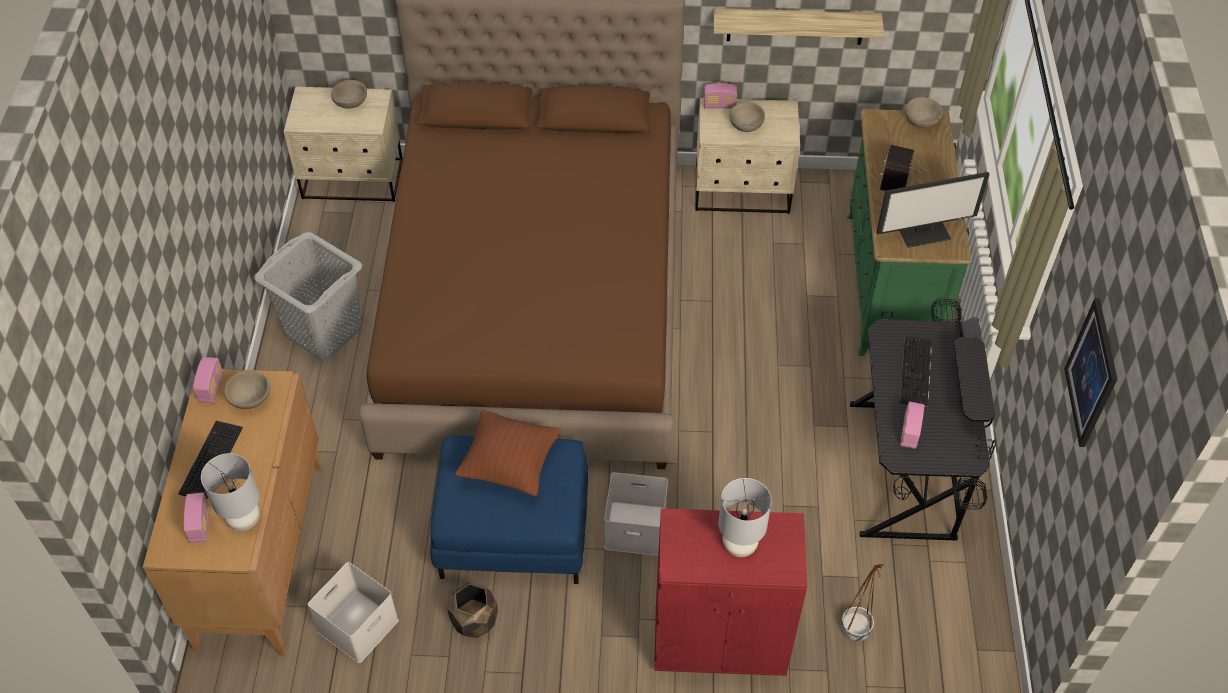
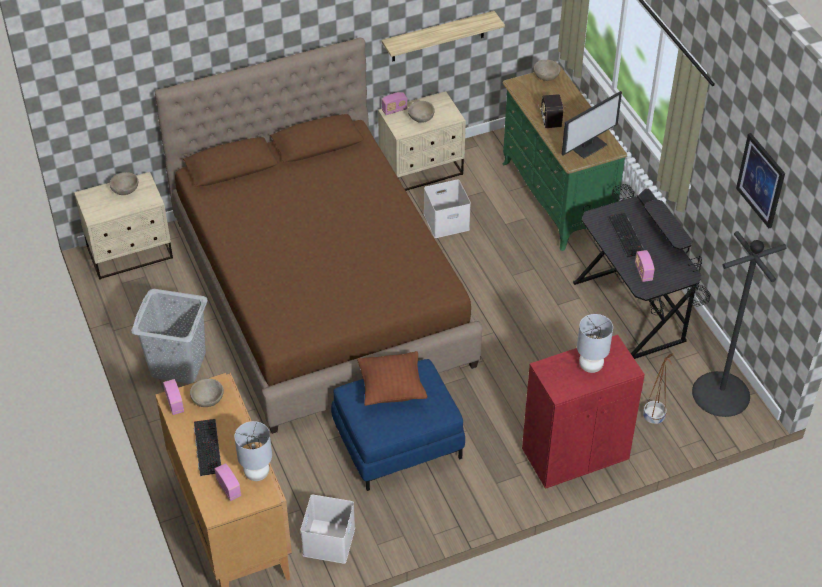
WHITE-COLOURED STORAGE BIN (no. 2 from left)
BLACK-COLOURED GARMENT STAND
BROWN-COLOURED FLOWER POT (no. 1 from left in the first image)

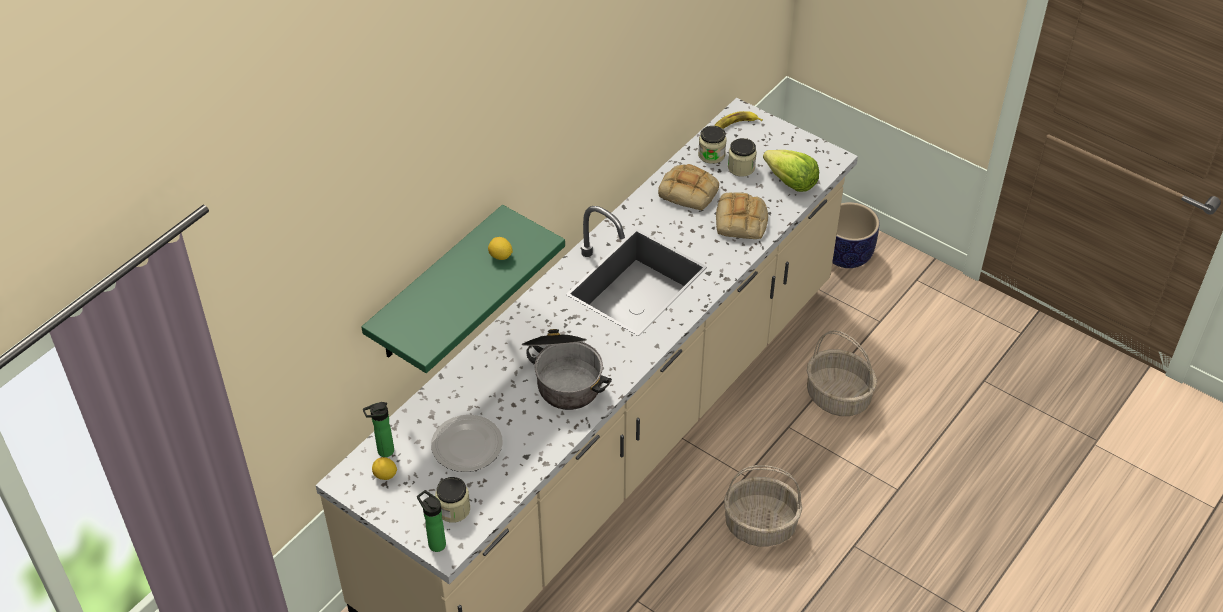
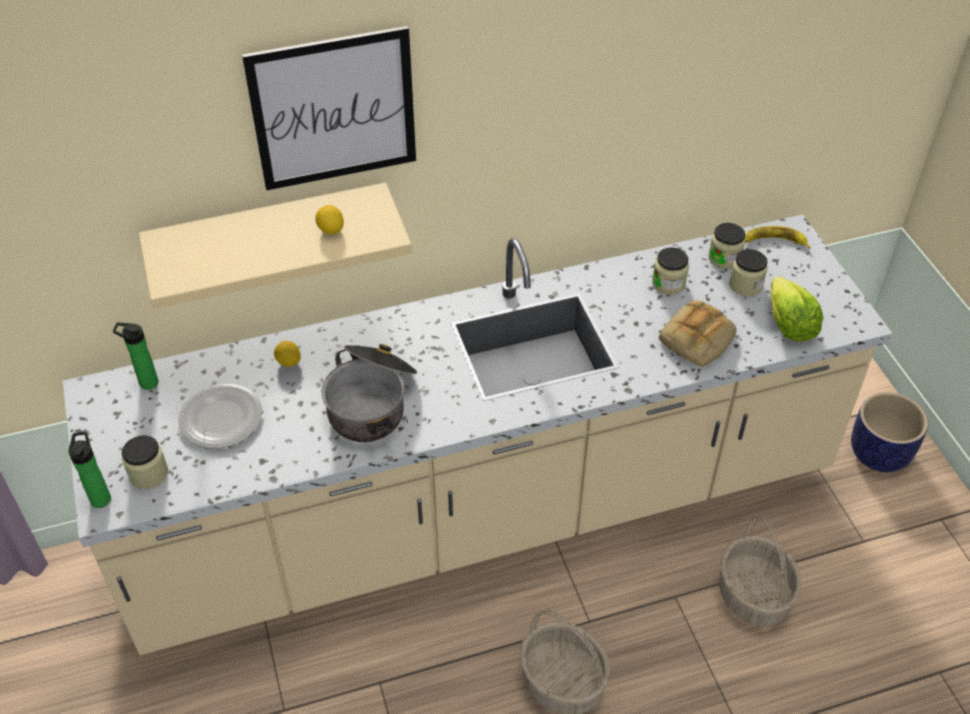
BEIGE-COLOURED WALL SHELF
WALL ART
LEMON (no. 1 from left)
STORAGE JAR (no. 2 from left)

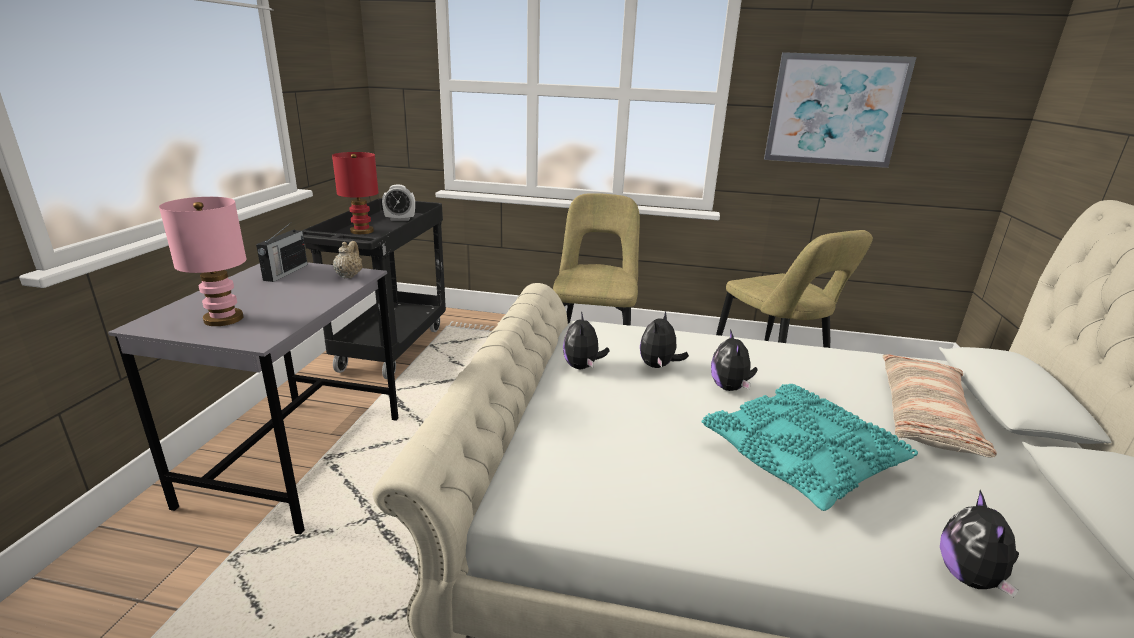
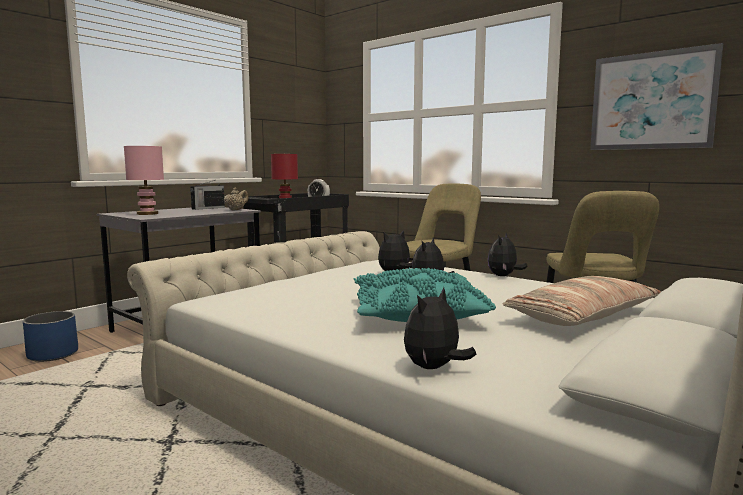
BLUE-COLOURED FLOWER POT
SOFT TOY (no. 4 from left)

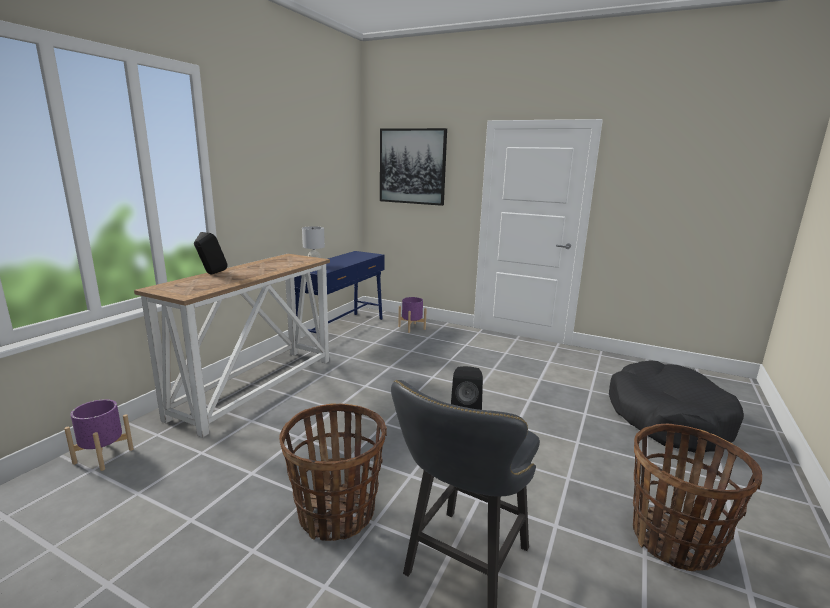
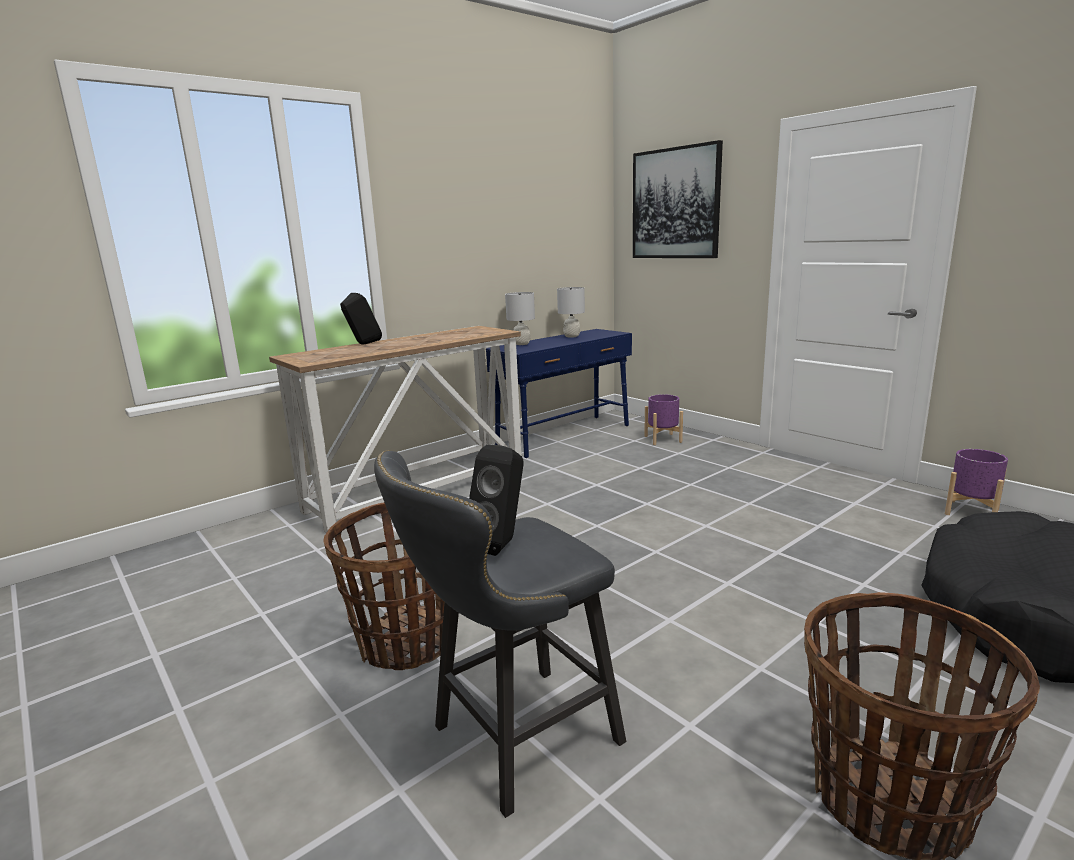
GREYISH TABLETOP LAMP (no. 2 from left)
PURPLISH FLOWER POT (no. 2 from left)

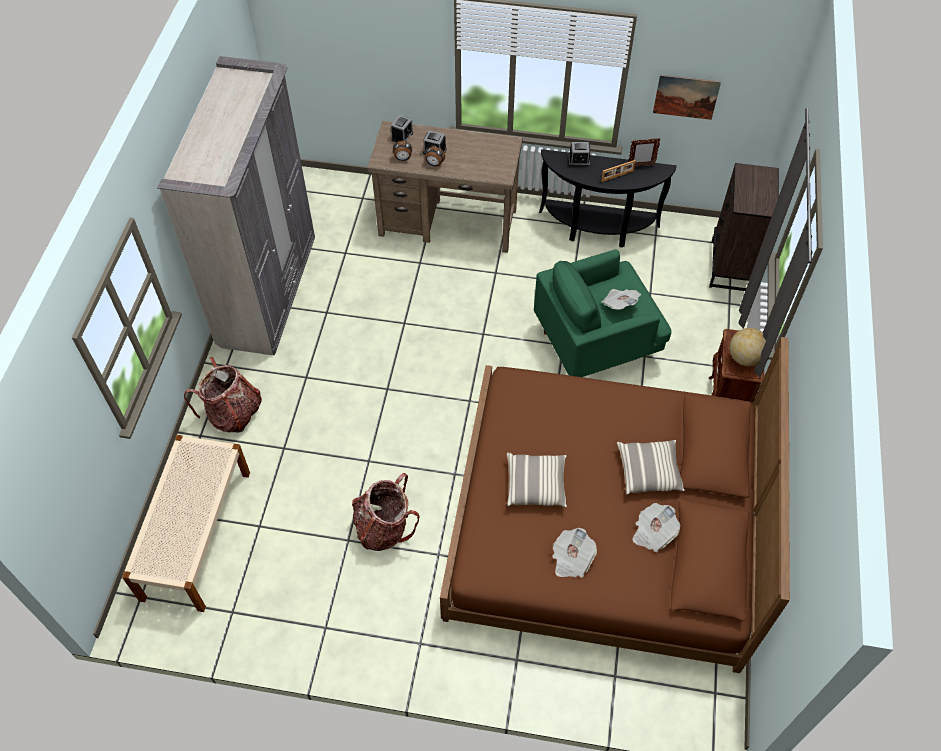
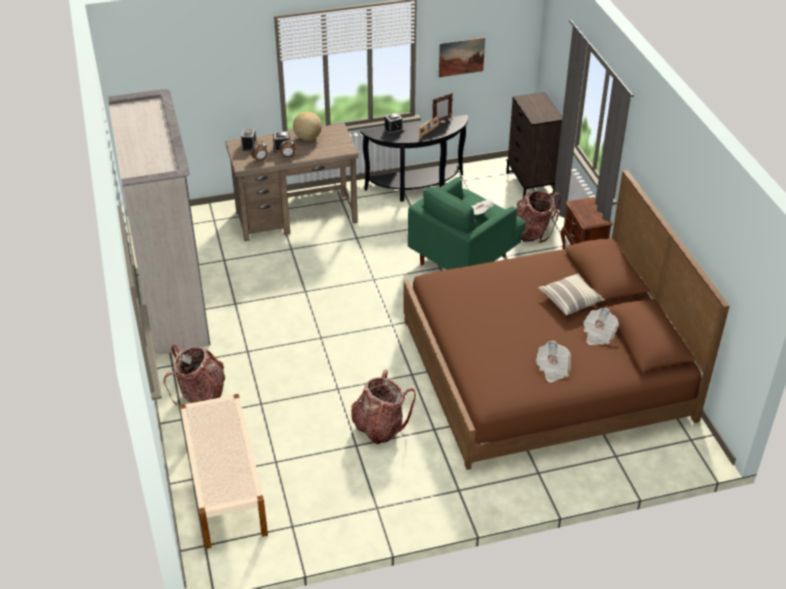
GLOBE
RUCKSACK (no. 3 from left)
THROW PILLOW (no. 1 from left in the first image)

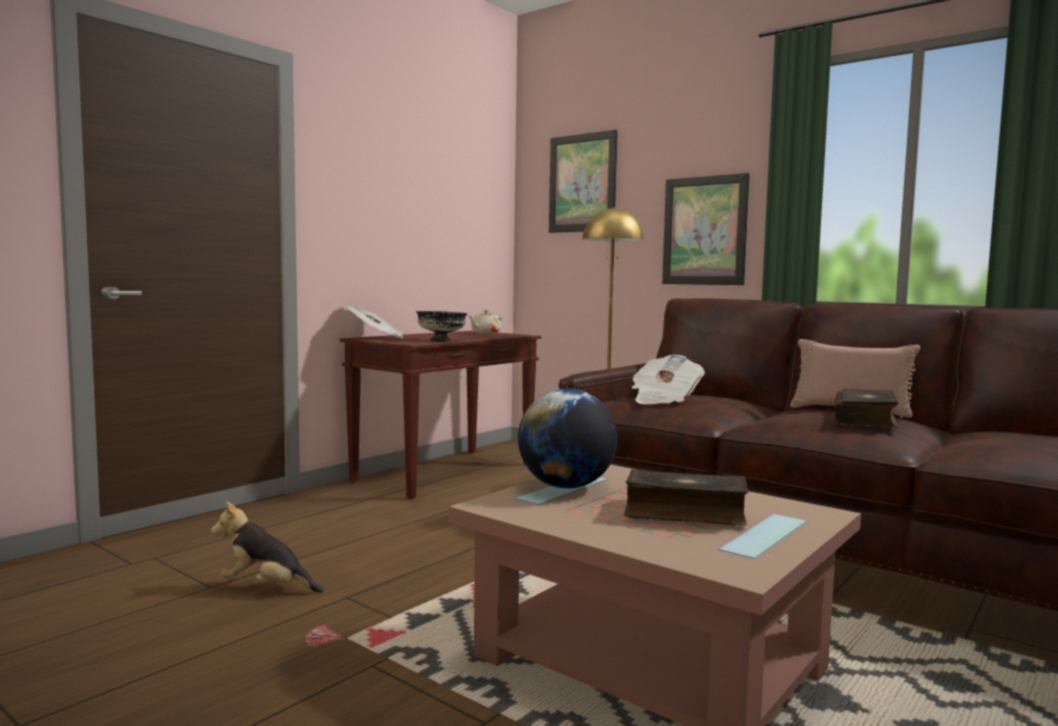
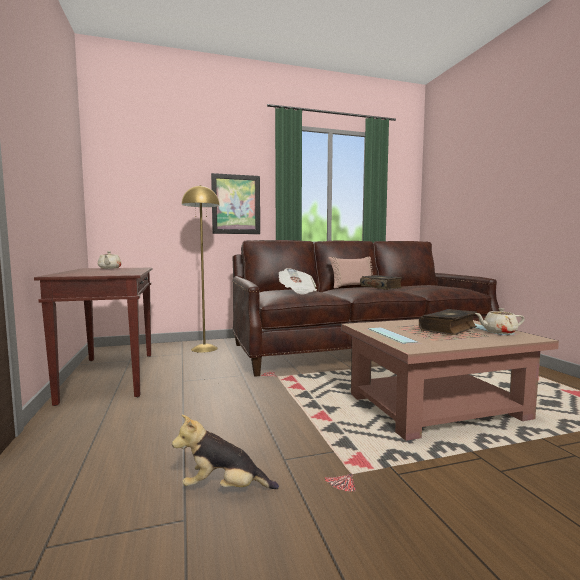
SOFT TOY
BEIGE-COLOURED POT FOR TEA (no. 2 from left)
NEWSPAPER (no. 1 from left in the first image)
BLACK-COLOURED DEEP DISH
GLOBE
WALL ART (no. 1 from left in the first image)

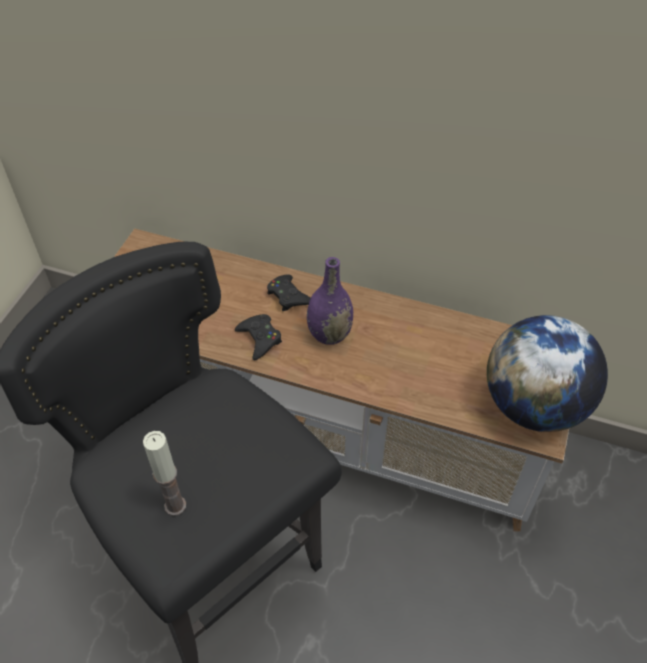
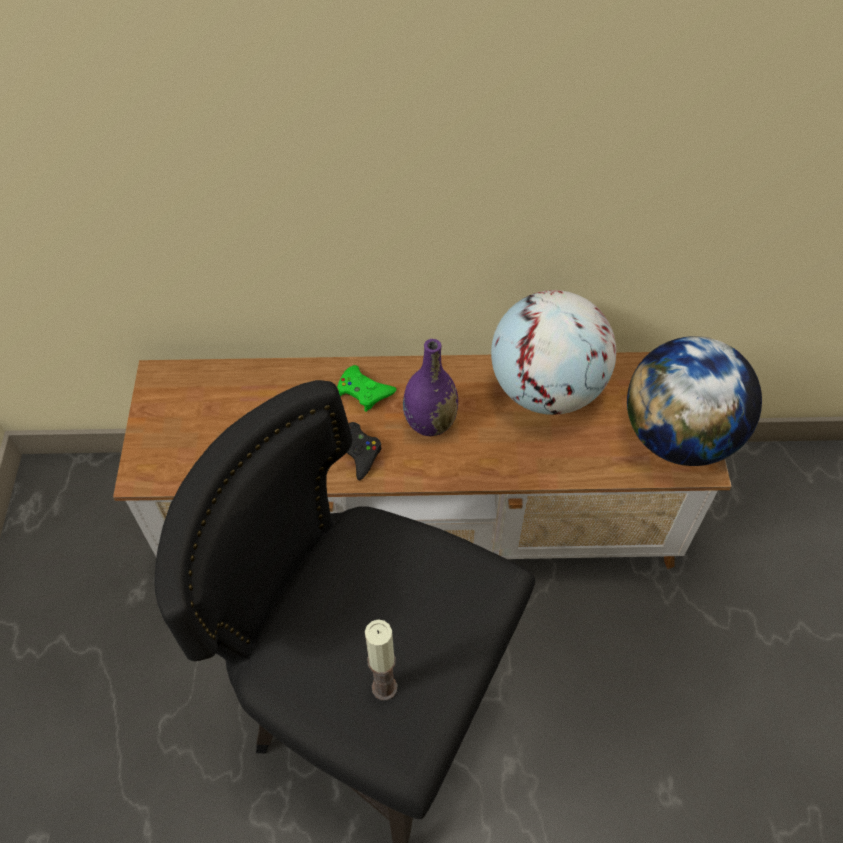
GREENISH GAME CONTROLLER
GLOBE (no. 1 from left)

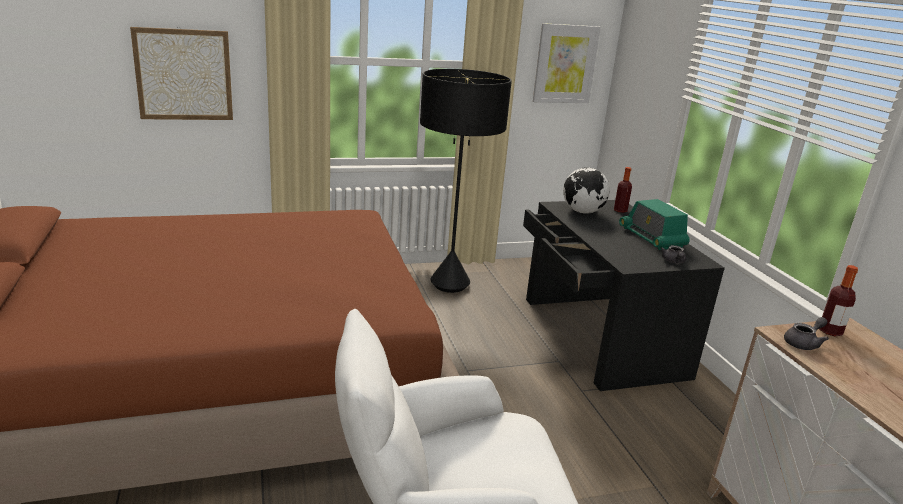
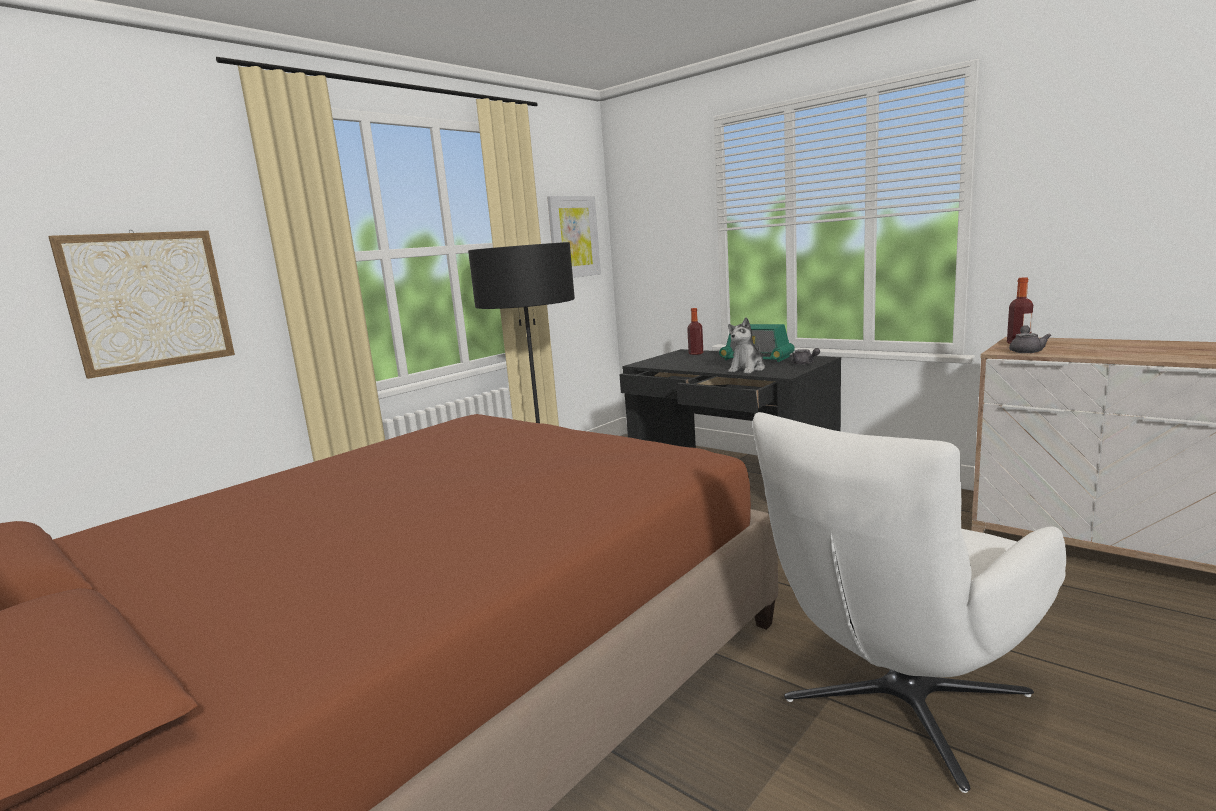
SOFT TOY
GLOBE

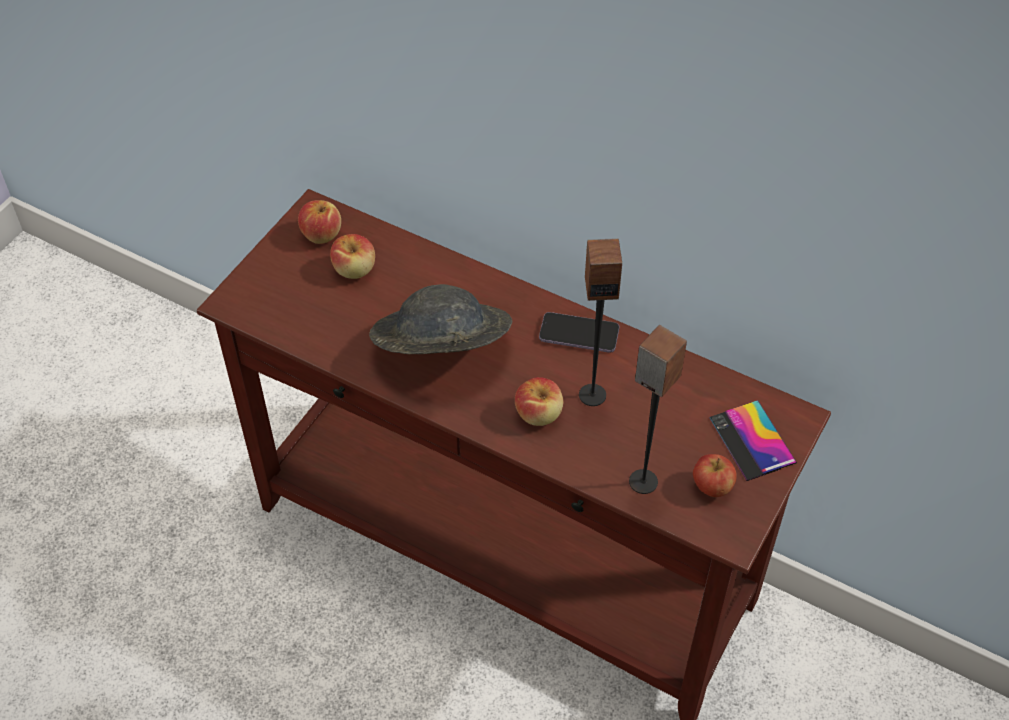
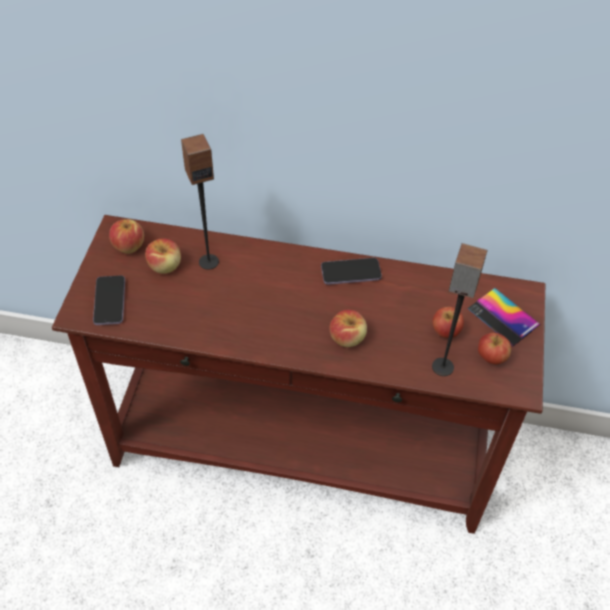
TELEPHONE (no. 1 from left)
AUDIO SPEAKER (no. 1 from left)
APPLE FRUIT (no. 4 from left)
GREYISH WEARABLE HAT

